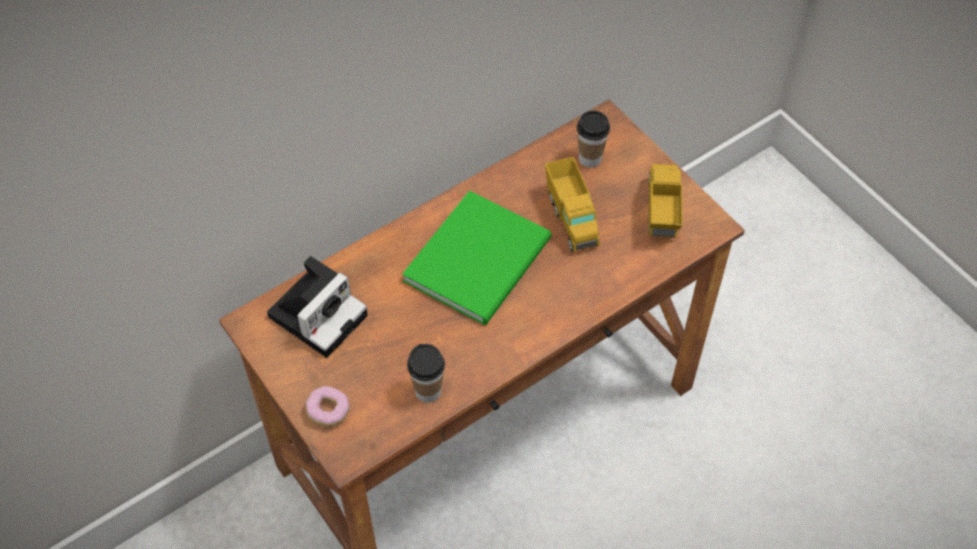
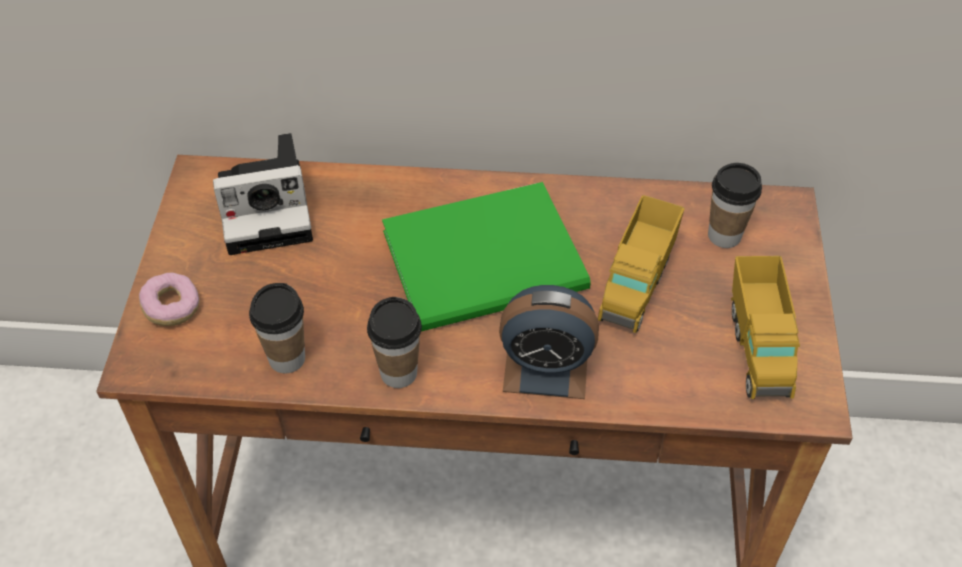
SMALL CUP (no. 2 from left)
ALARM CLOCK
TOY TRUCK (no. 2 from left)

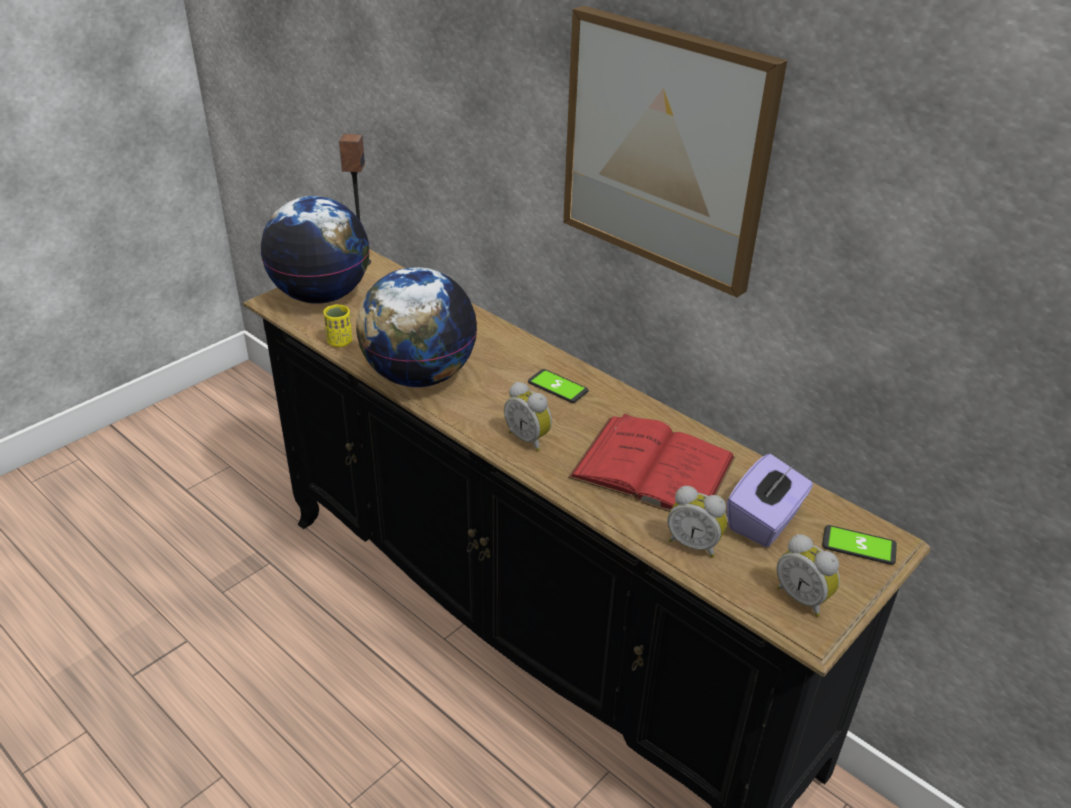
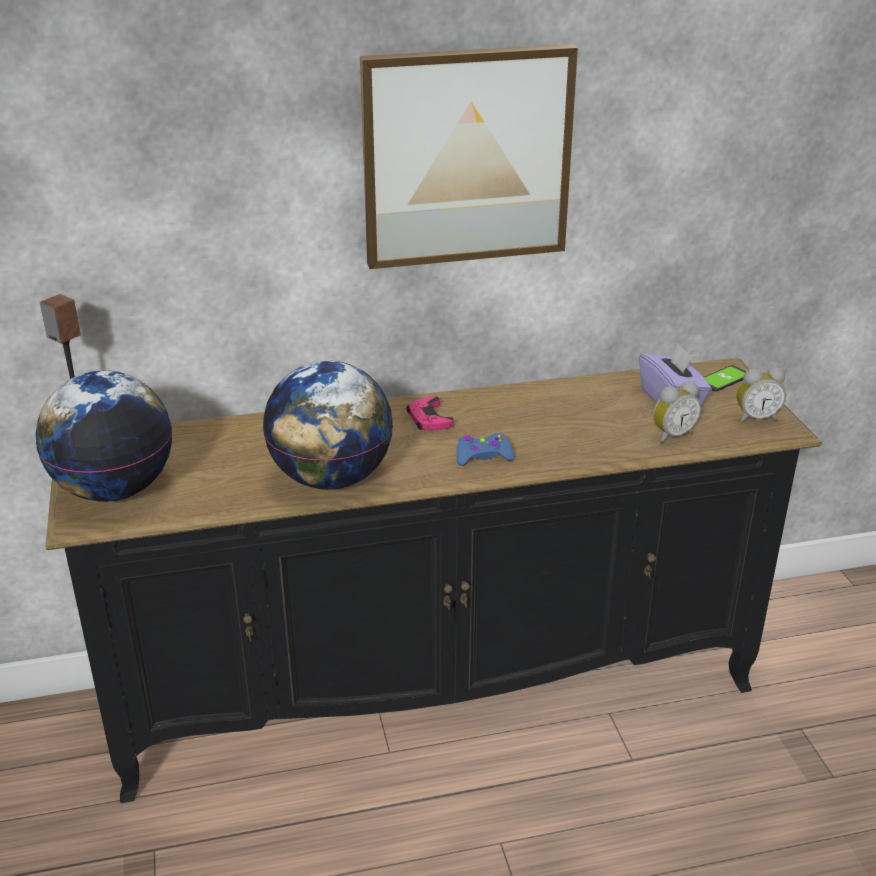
PINK GAME CONTROLLER
BLUE-COLOURED GAME CONTROLLER
YELLOW-COLOURED SMALL CUP
RED-COLOURED VOLUME

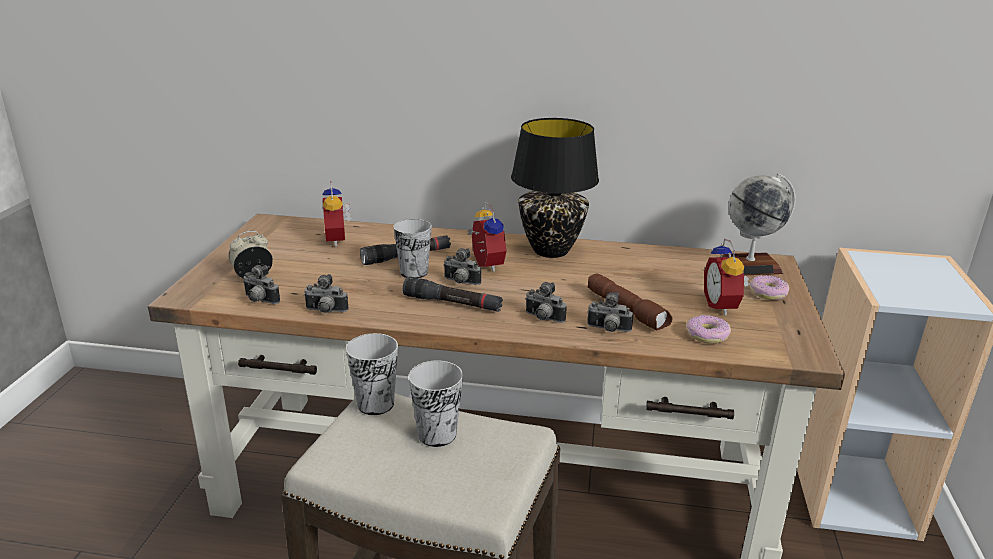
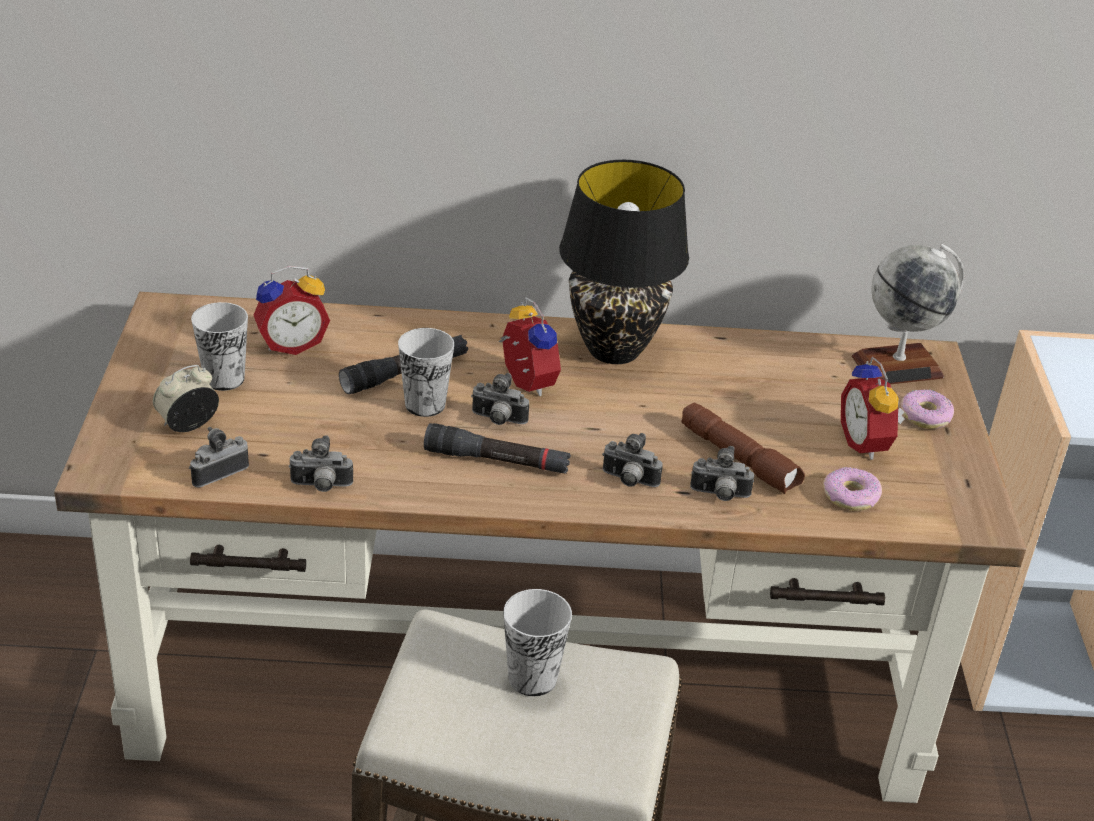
PHOTO CAMERA (no. 1 from left)
SMALL CUP (no. 1 from left)
ALARM CLOCK (no. 2 from left)

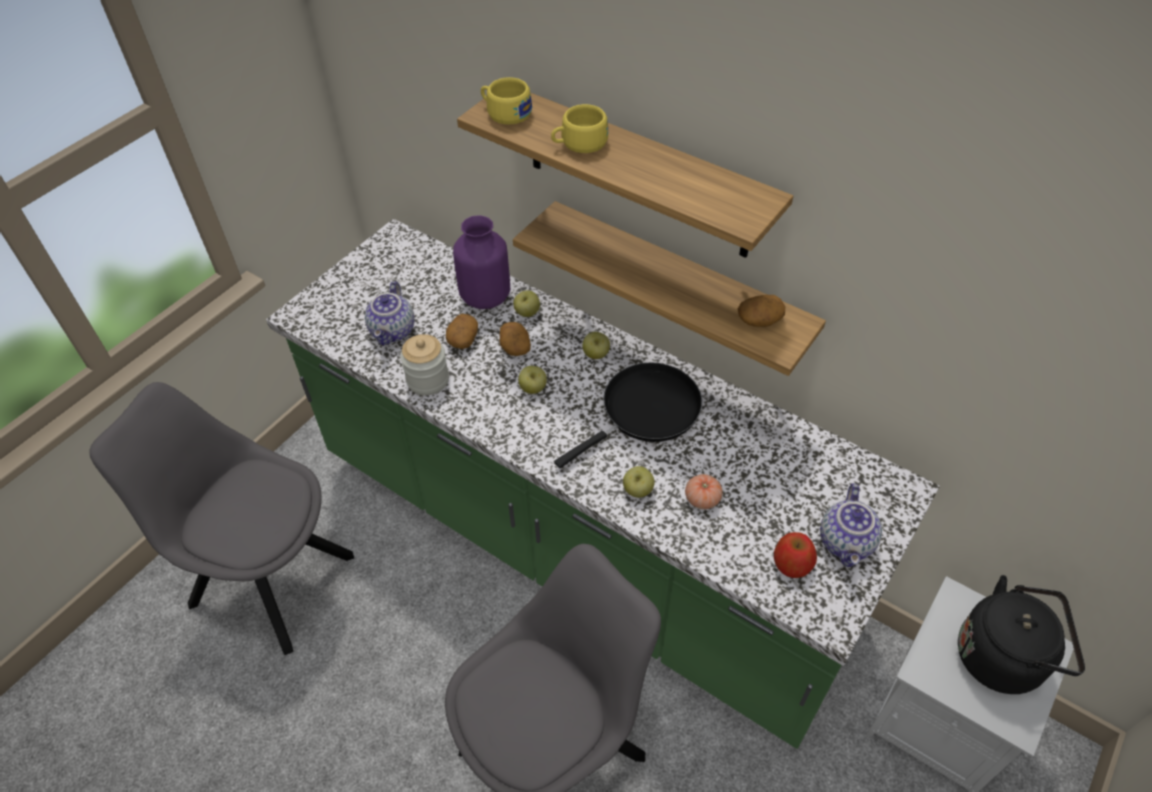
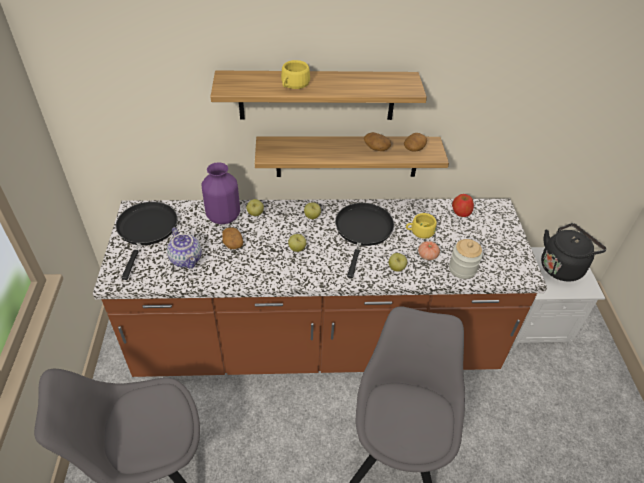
BROWN-COLOURED COUNTER
BLACK-COLOURED PAN (no. 1 from left)
POTATO (no. 2 from left)
YELLOW-COLOURED SMALL CUP (no. 2 from left)
STORAGE JAR
APPLE FRUIT (no. 5 from left)
POT FOR TEA (no. 2 from left in the first image)

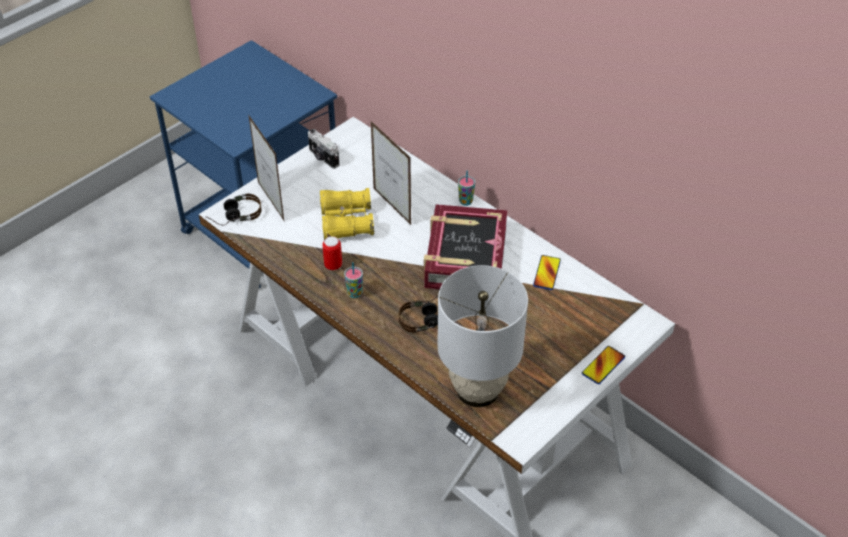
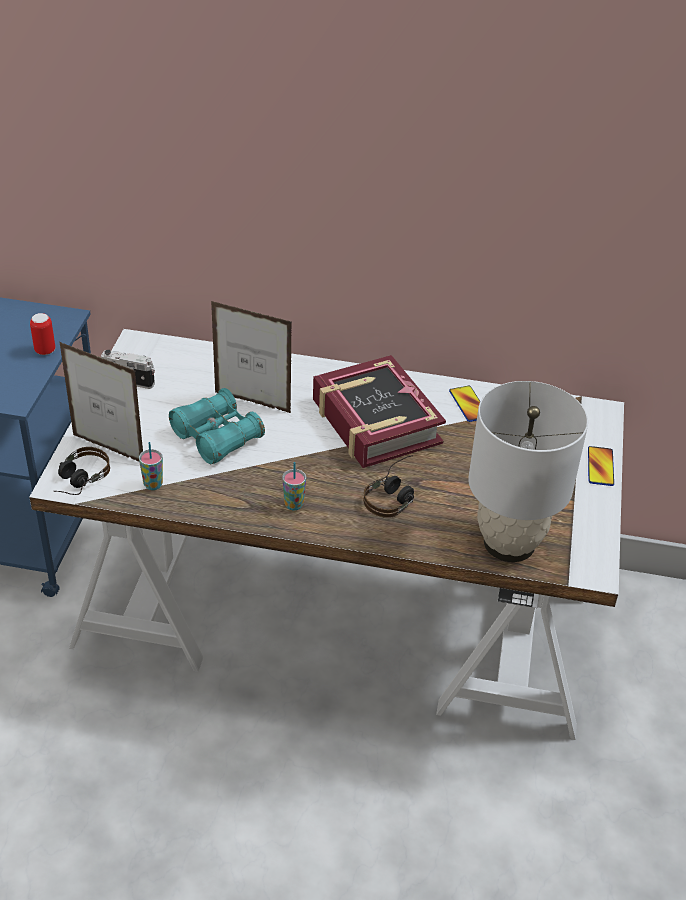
METAL CAN
SMALL CUP (no. 1 from left)
BLUE-GREEN PAIR OF BINOCULARS

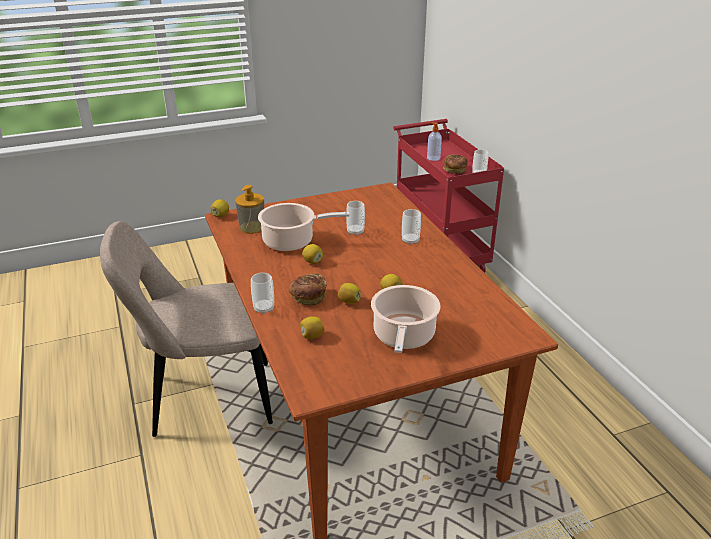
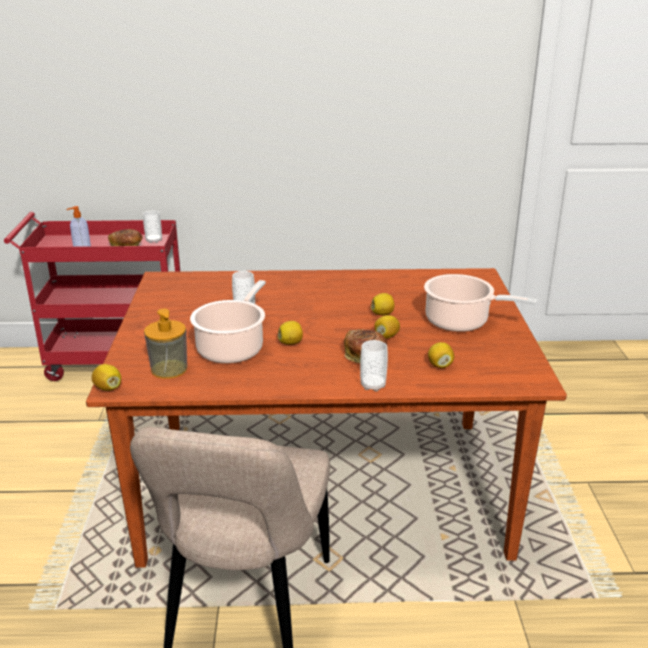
SMALL CUP (no. 3 from left in the first image)

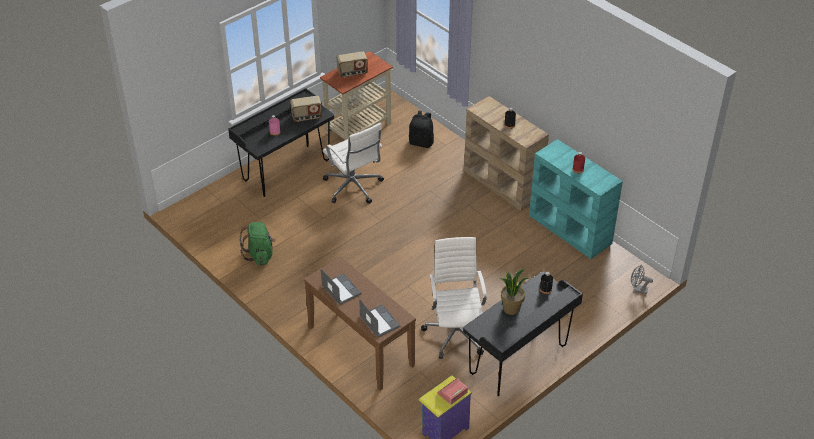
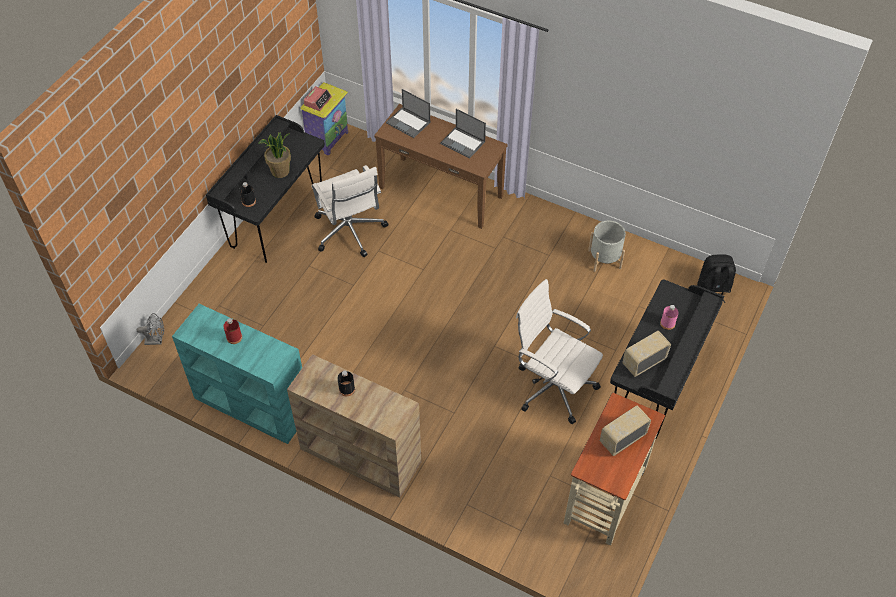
GREYISH FLOWER POT
BLACK-COLOURED RUCKSACK

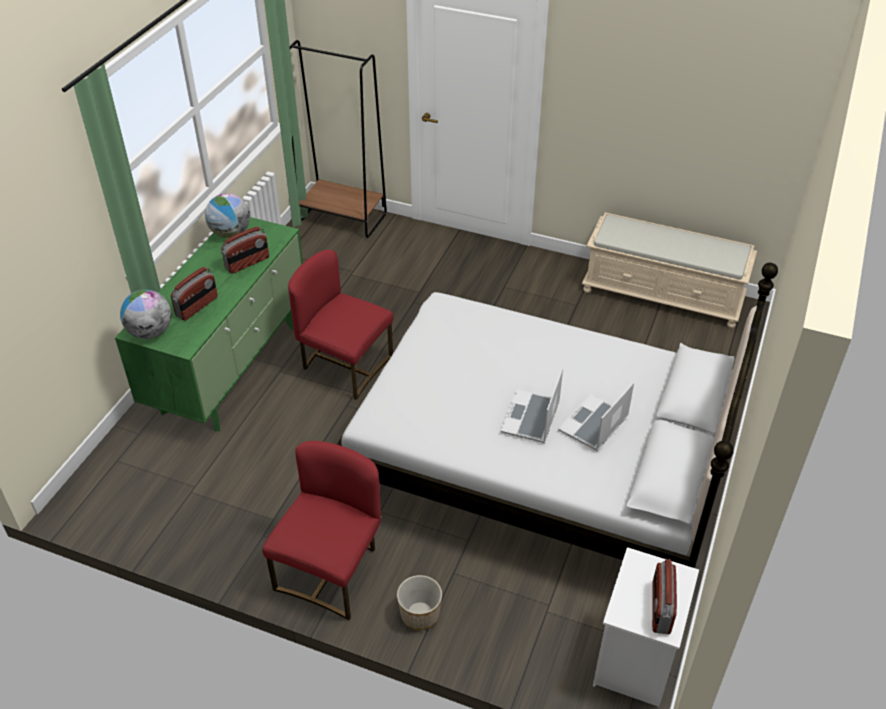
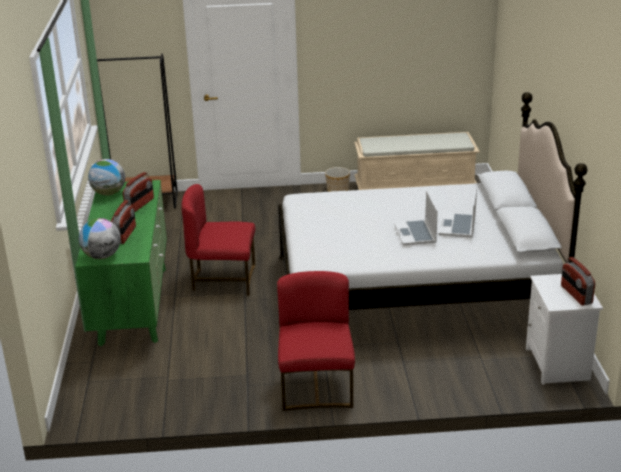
FLOWER POT

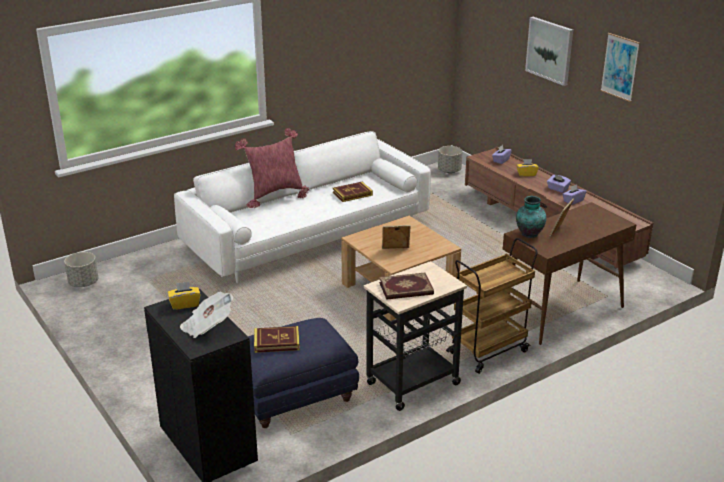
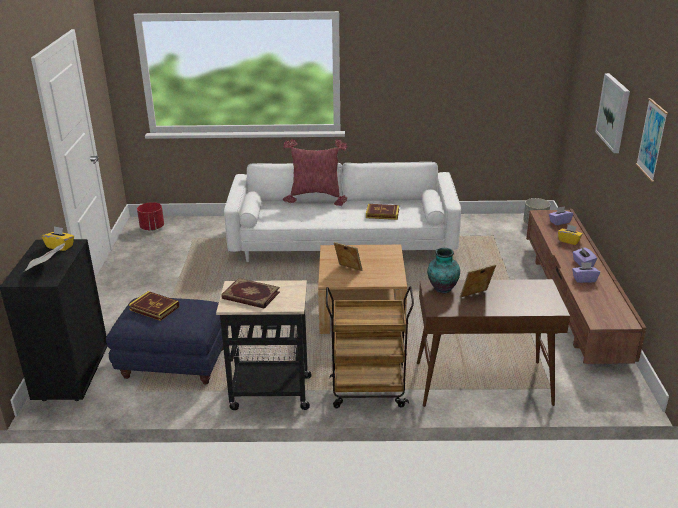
RED-COLOURED FLOWER POT

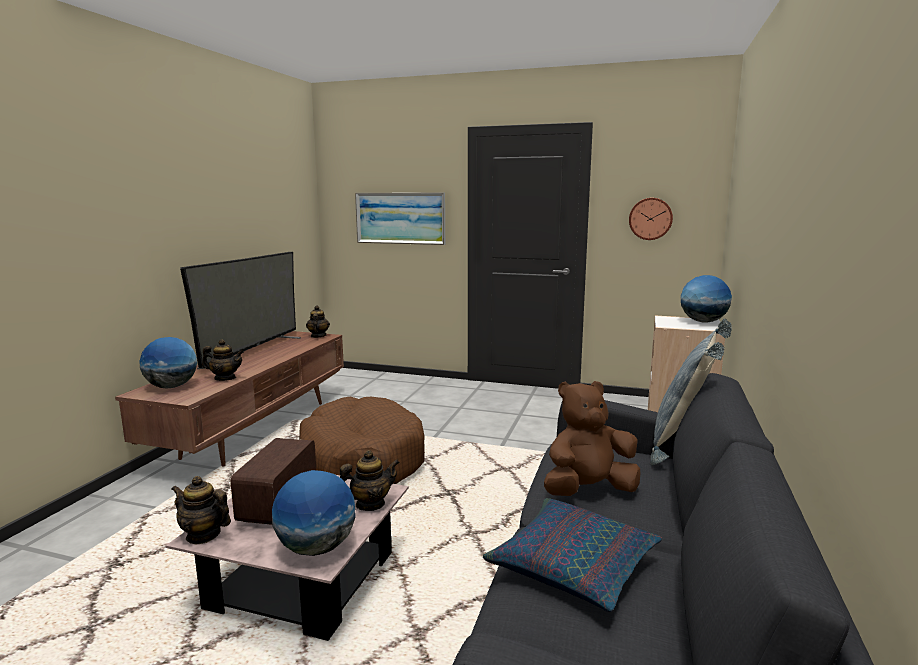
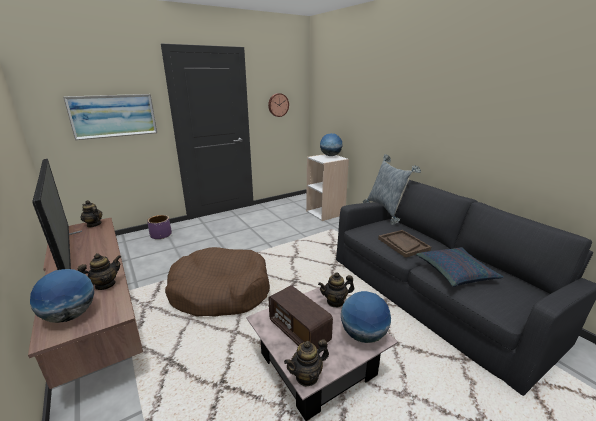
PURPLISH FLOWER POT
POT FOR TEA (no. 4 from left)
BROWN-COLOURED CARRYING TRAY

